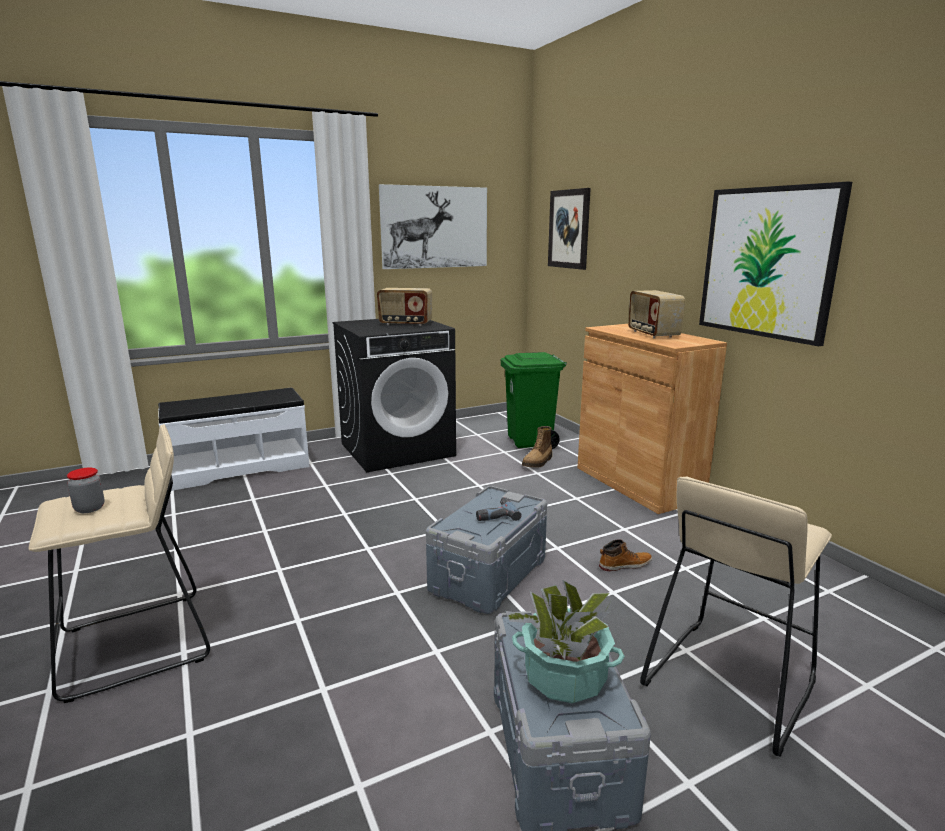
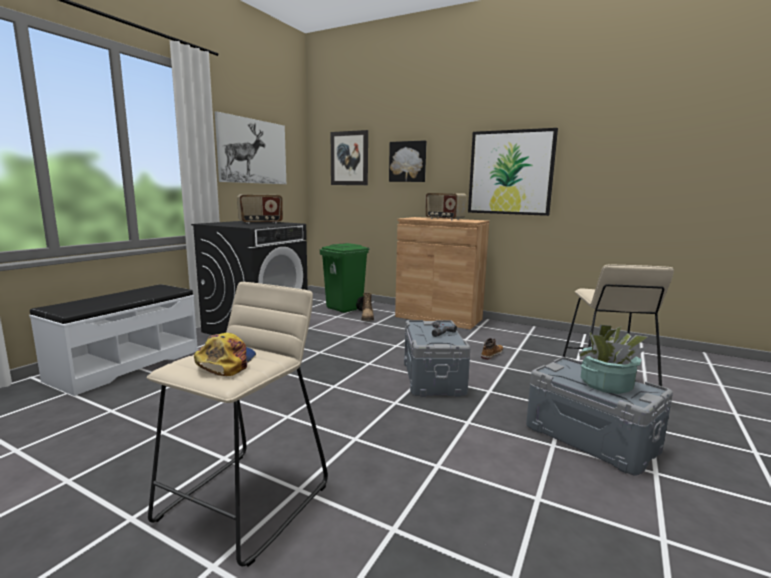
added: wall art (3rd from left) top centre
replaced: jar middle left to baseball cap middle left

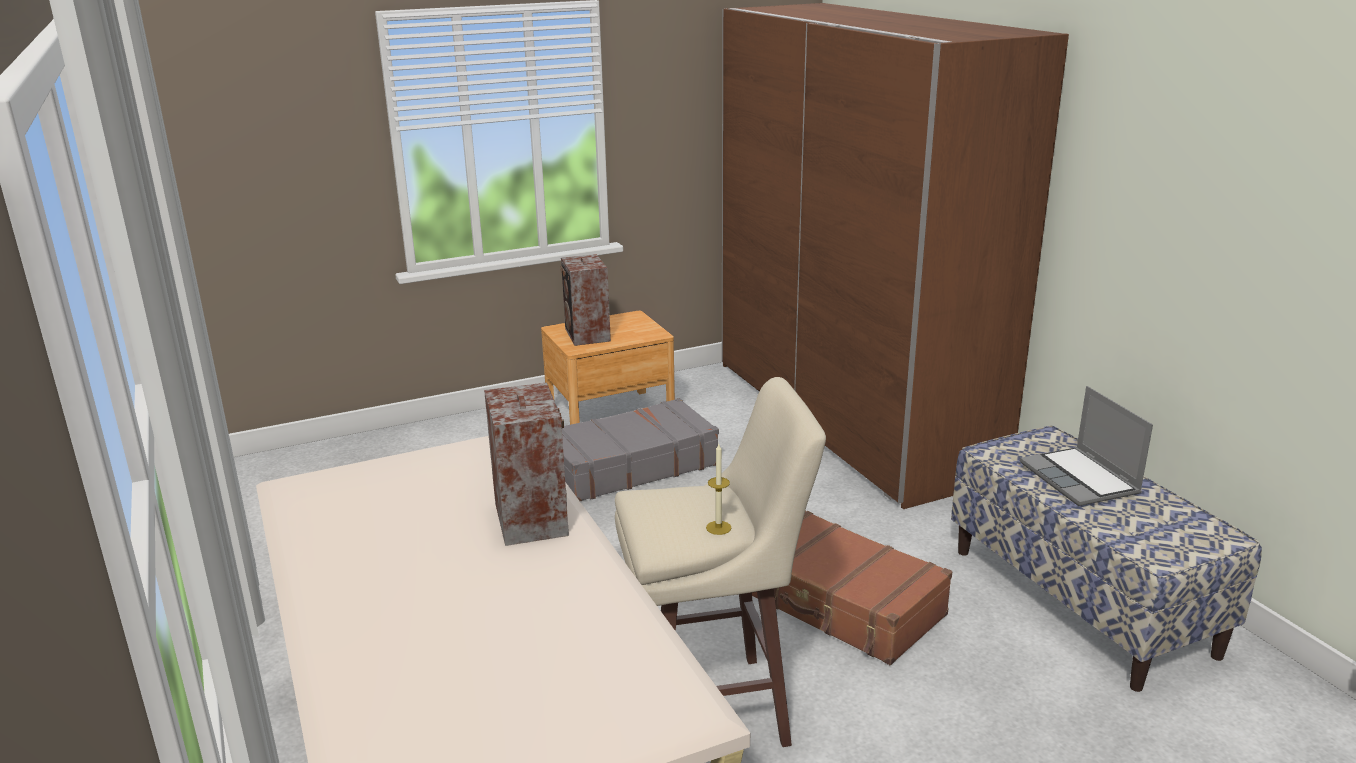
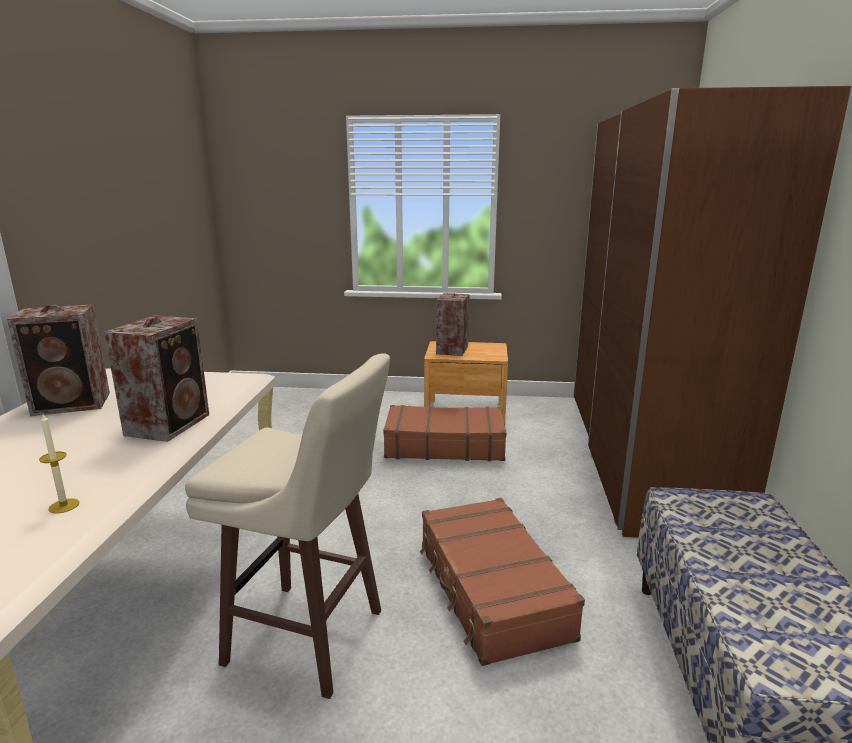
removed: portable computer middle right
added: speaker (1st from left) middle left
moved: candle centre to middle left
recoloured: travel case (grey) centre to travel case (brown-coloured) (1st from left) centre

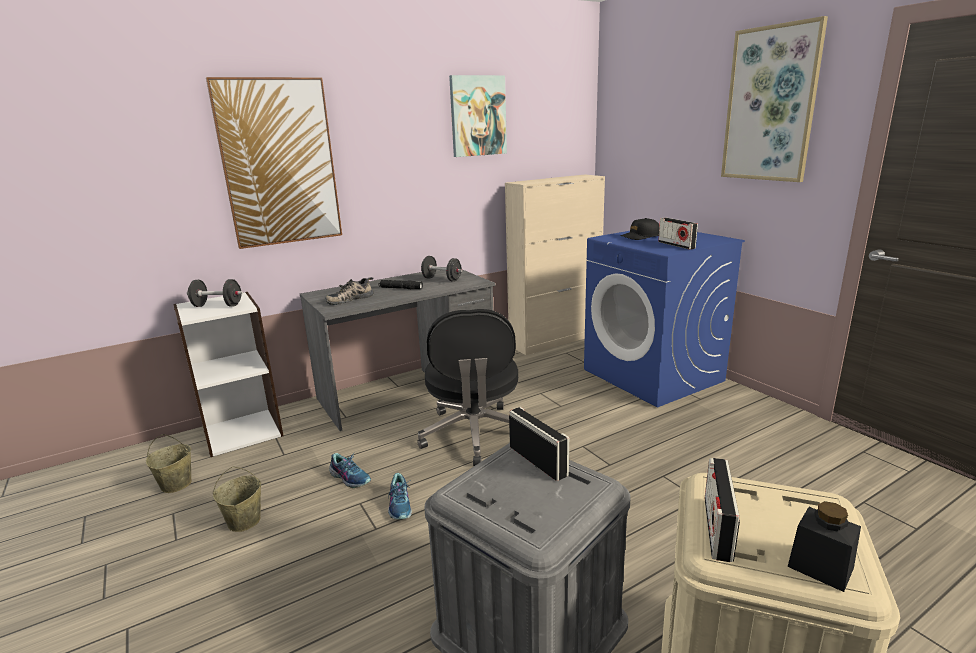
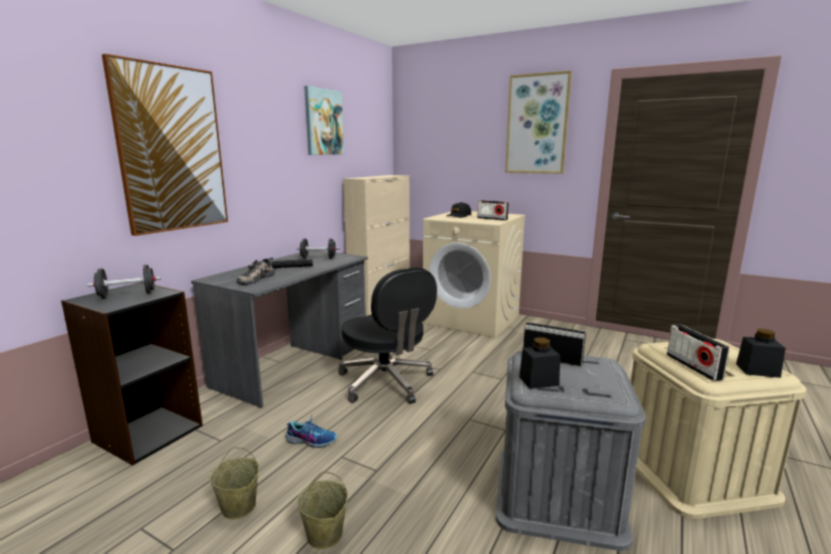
removed: shoe (3rd from left) bottom centre
added: jar (black-coloured) (1st from left) centre
moved: bucket (beige-coloured) (1st from left in the first image) bottom left to bucket (beige-coloured) (2nd from left) bottom centre
recoloured: washing machine (bluish) middle right to washing machine (beige-coloured) centre; shelving unit (whitish) middle left to shelving unit (black-coloured) bottom left

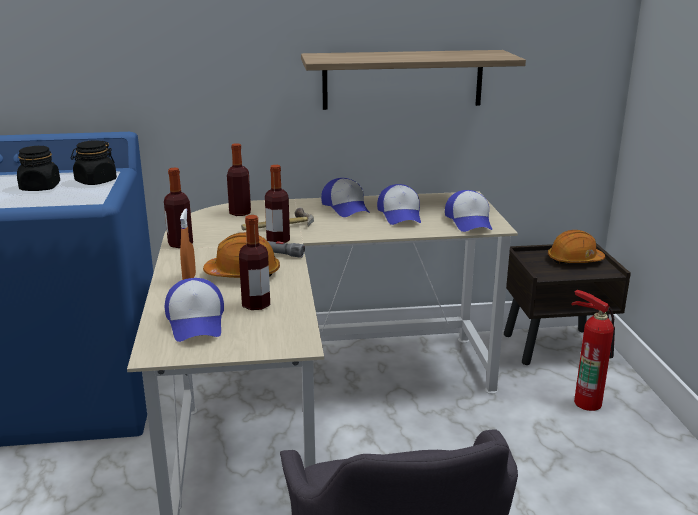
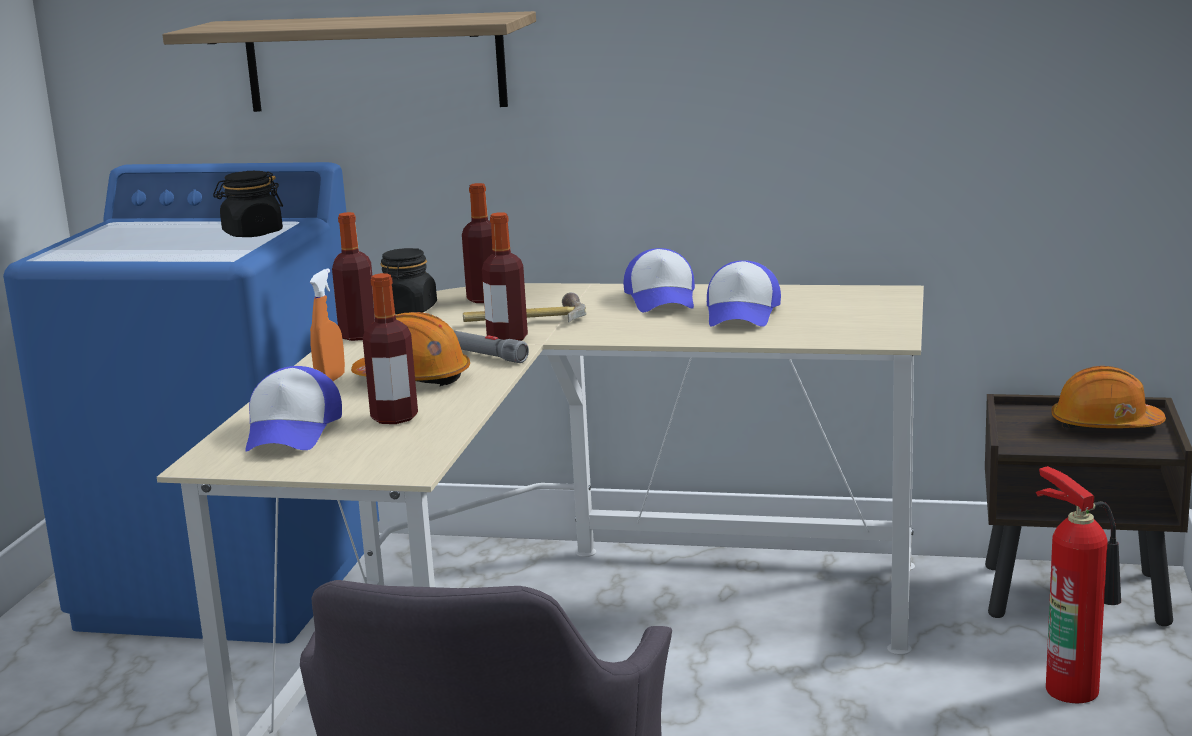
removed: baseball cap (4th from left) middle right
moved: shelf top centre to top left; jar (black-coloured) (1st from left in the first image) top left to jar (black-coloured) (2nd from left) centre

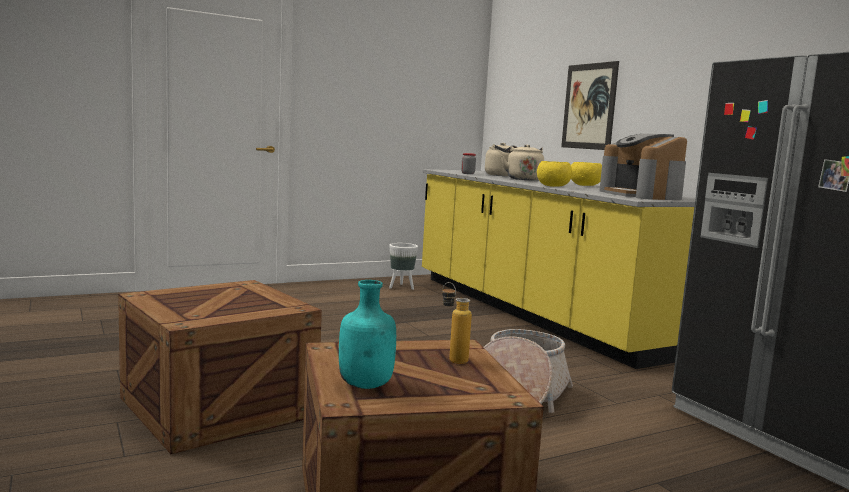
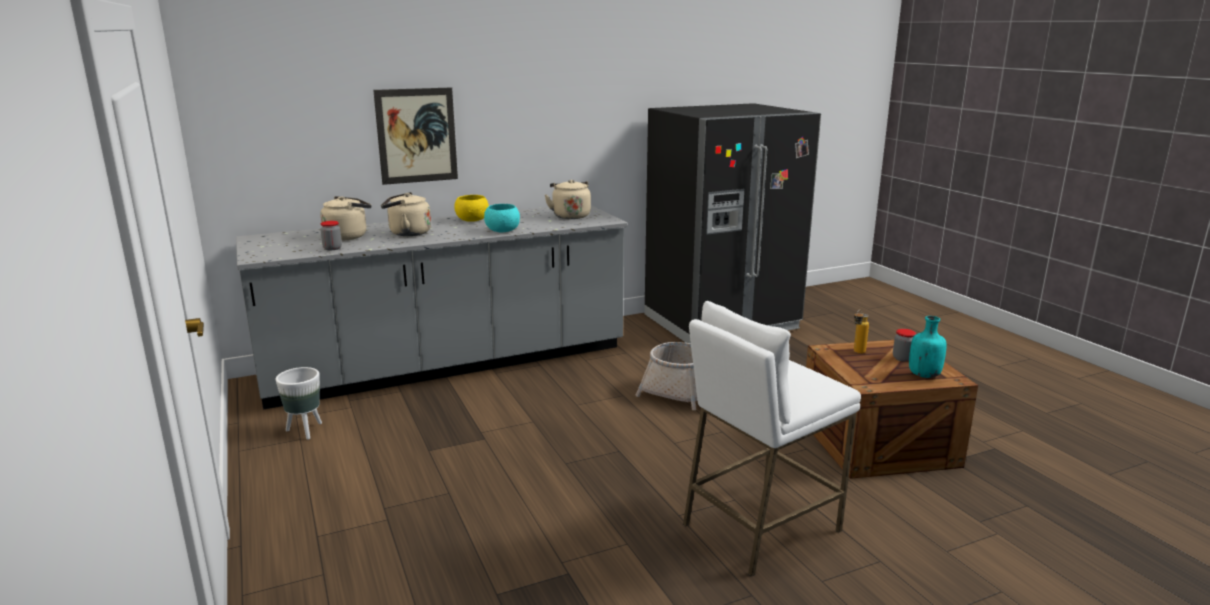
added: jar (2nd from left) middle right
replaced: coffee machine middle right to kettle (beige-coloured) (3rd from left) top centre; crate (1st from left) bottom left to sitting stool (whitish) bottom centre
recoloured: bowl (yellow) (1st from left) centre to bowl (turquoise) centre; kitchen base unit (yellow) centre to kitchen base unit (grey) centre

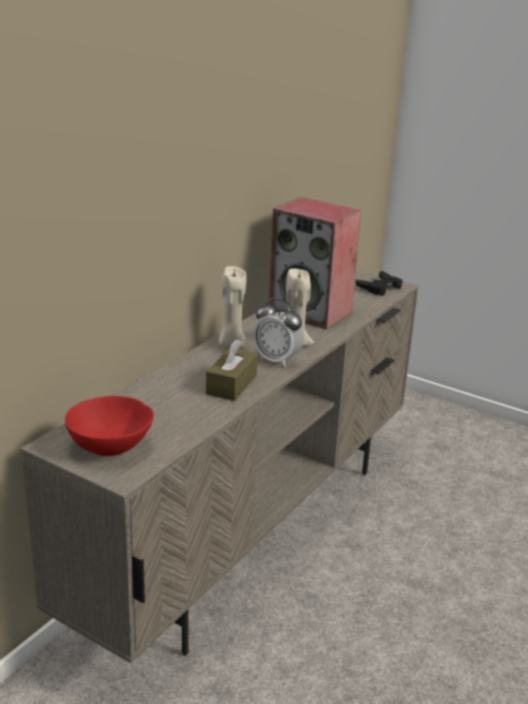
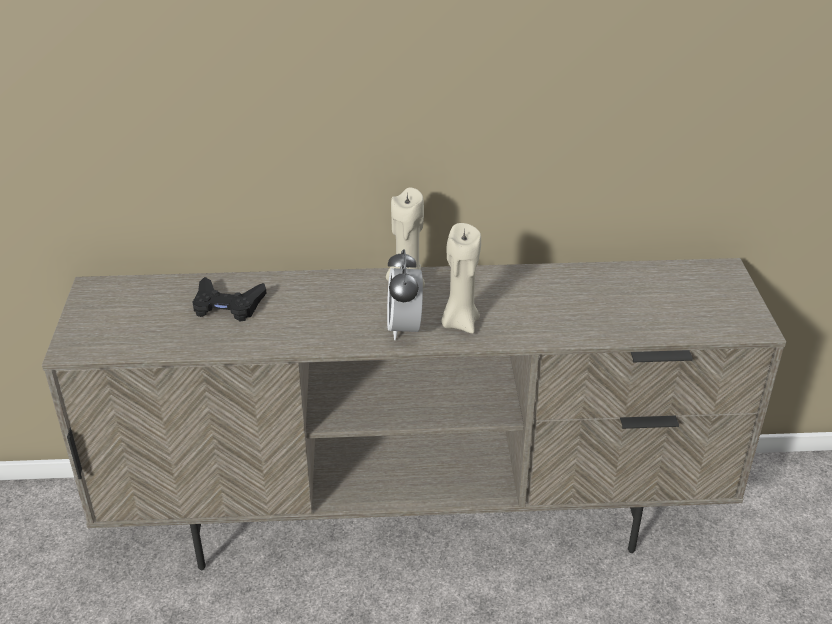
removed: speaker centre; tissue box (brown-coloured) centre; bowl (red-coloured) middle left
moved: game controller (black-coloured) middle right to middle left

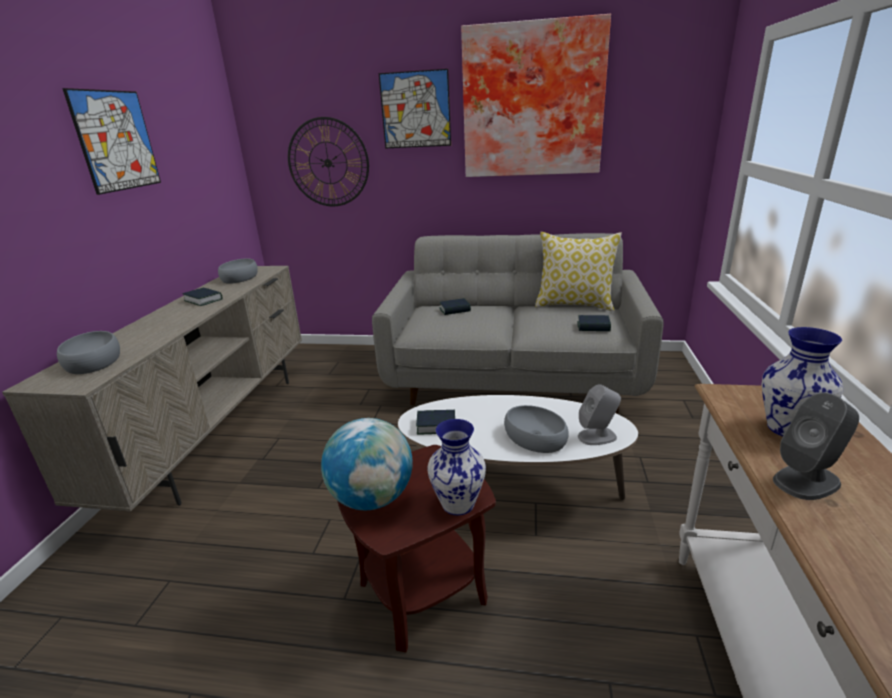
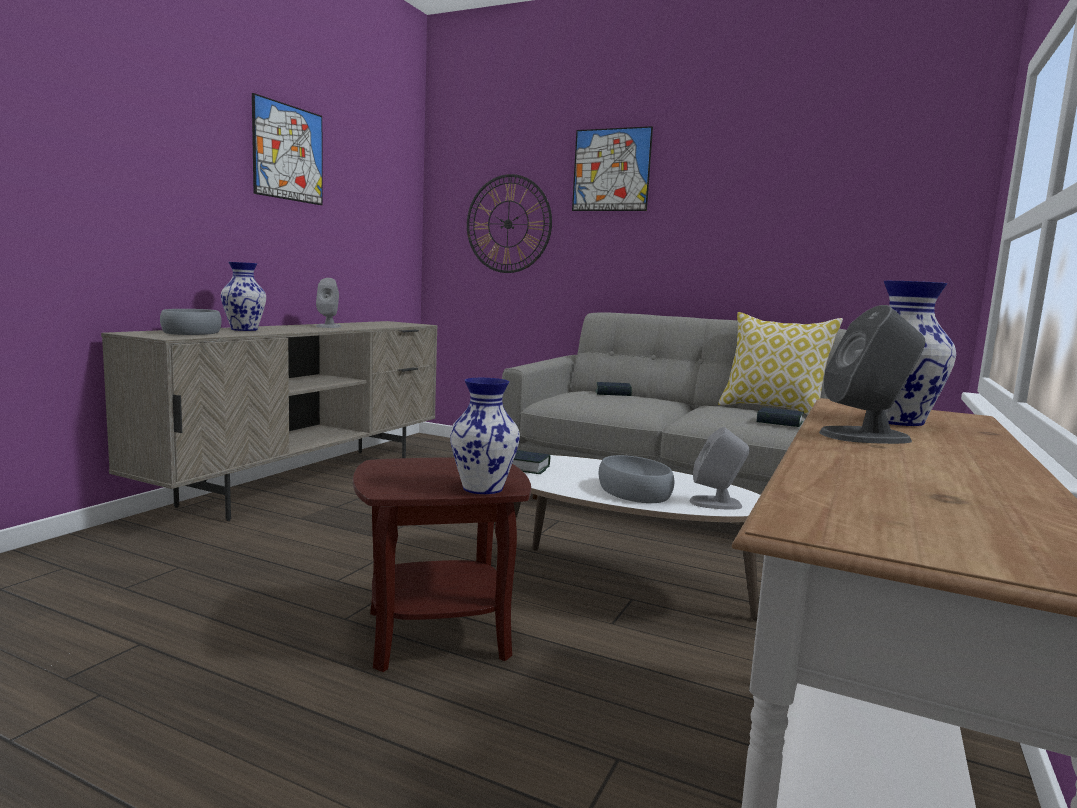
removed: wall art (3rd from left) top centre; bowl (grey) (2nd from left) middle left; desk globe centre
added: flower vase (1st from left) middle left
replaced: bound book (1st from left) middle left to speaker (grey) (1st from left) middle left

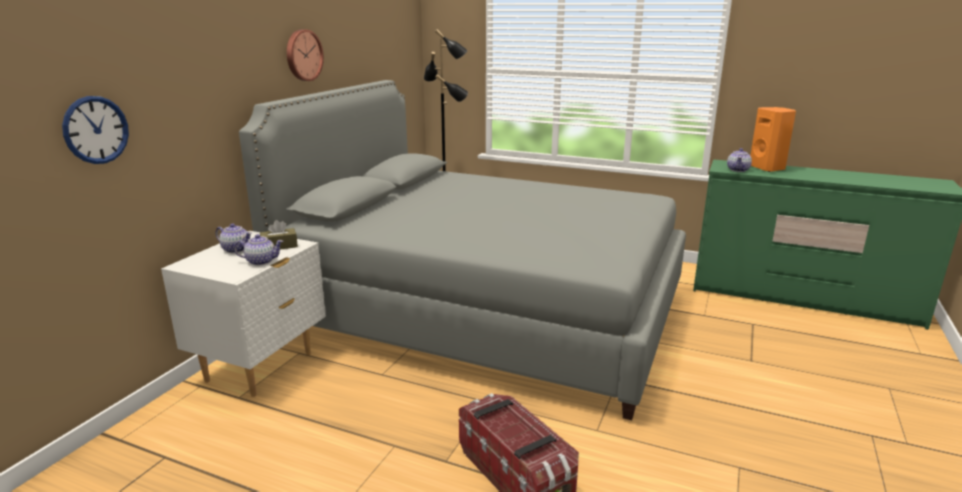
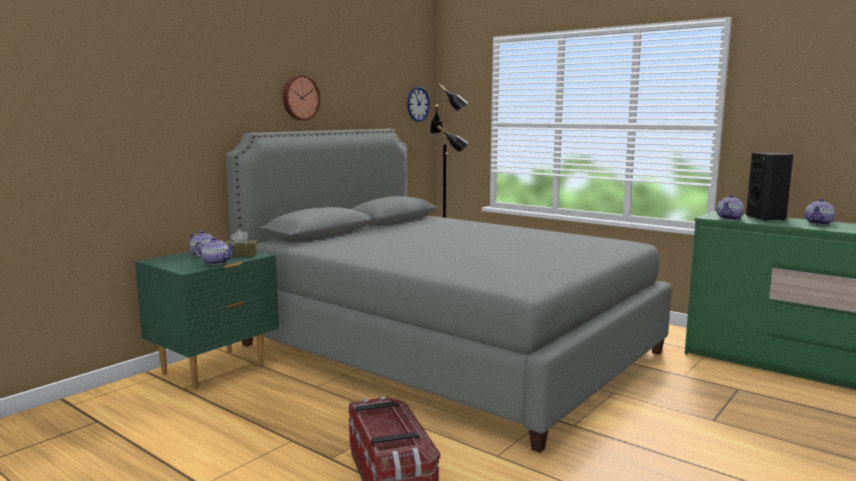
added: tea pot (4th from left) middle right
moved: hanging clock (1st from left in the first image) top left to hanging clock (2nd from left) top centre
recoloured: speaker (orangey) top right to speaker (black-coloured) middle right; nightstand (whitish) middle left to nightstand (green-coloured) middle left

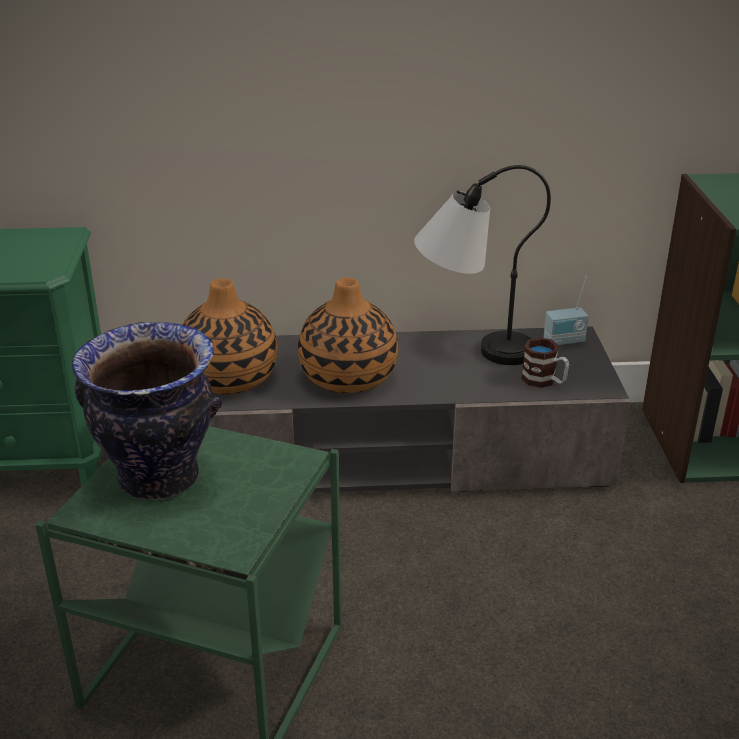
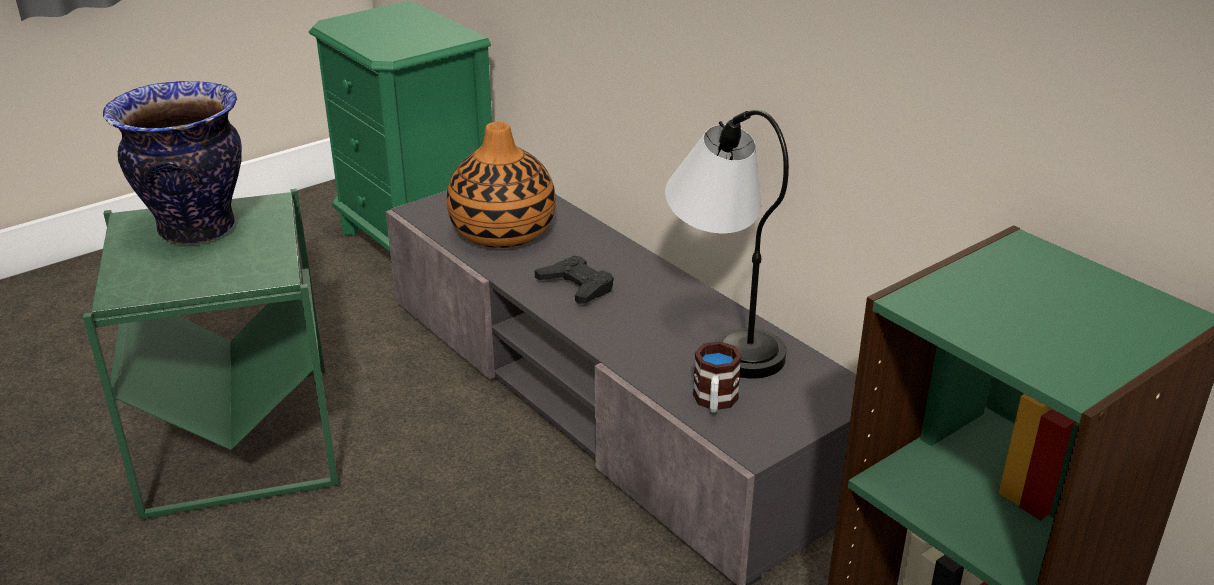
removed: radio set middle right
replaced: flower vase (3rd from left) centre to game controller (black-coloured) centre

